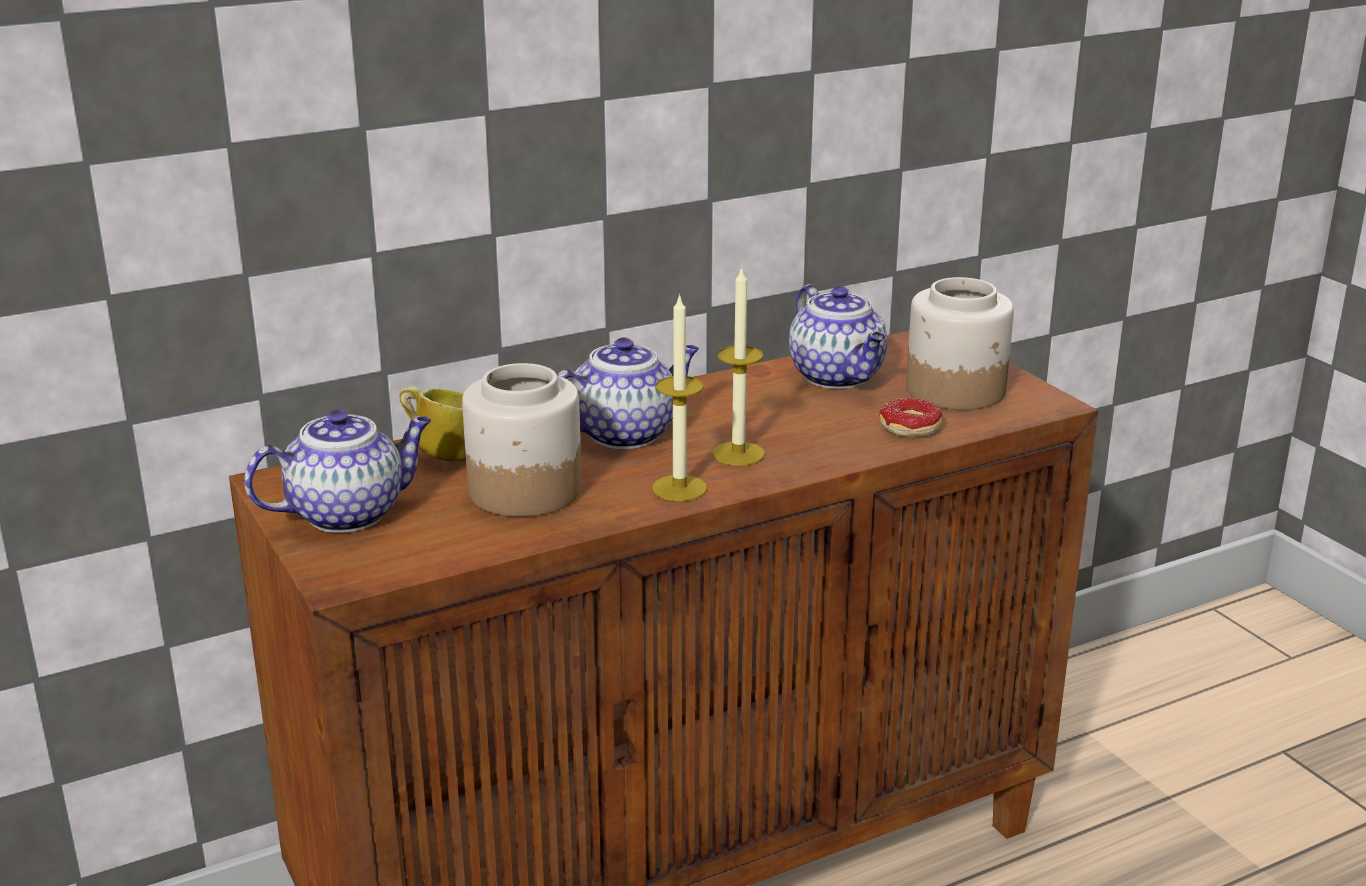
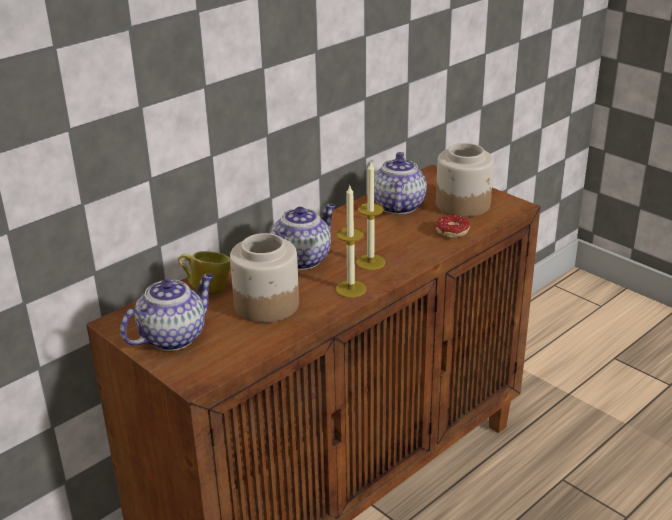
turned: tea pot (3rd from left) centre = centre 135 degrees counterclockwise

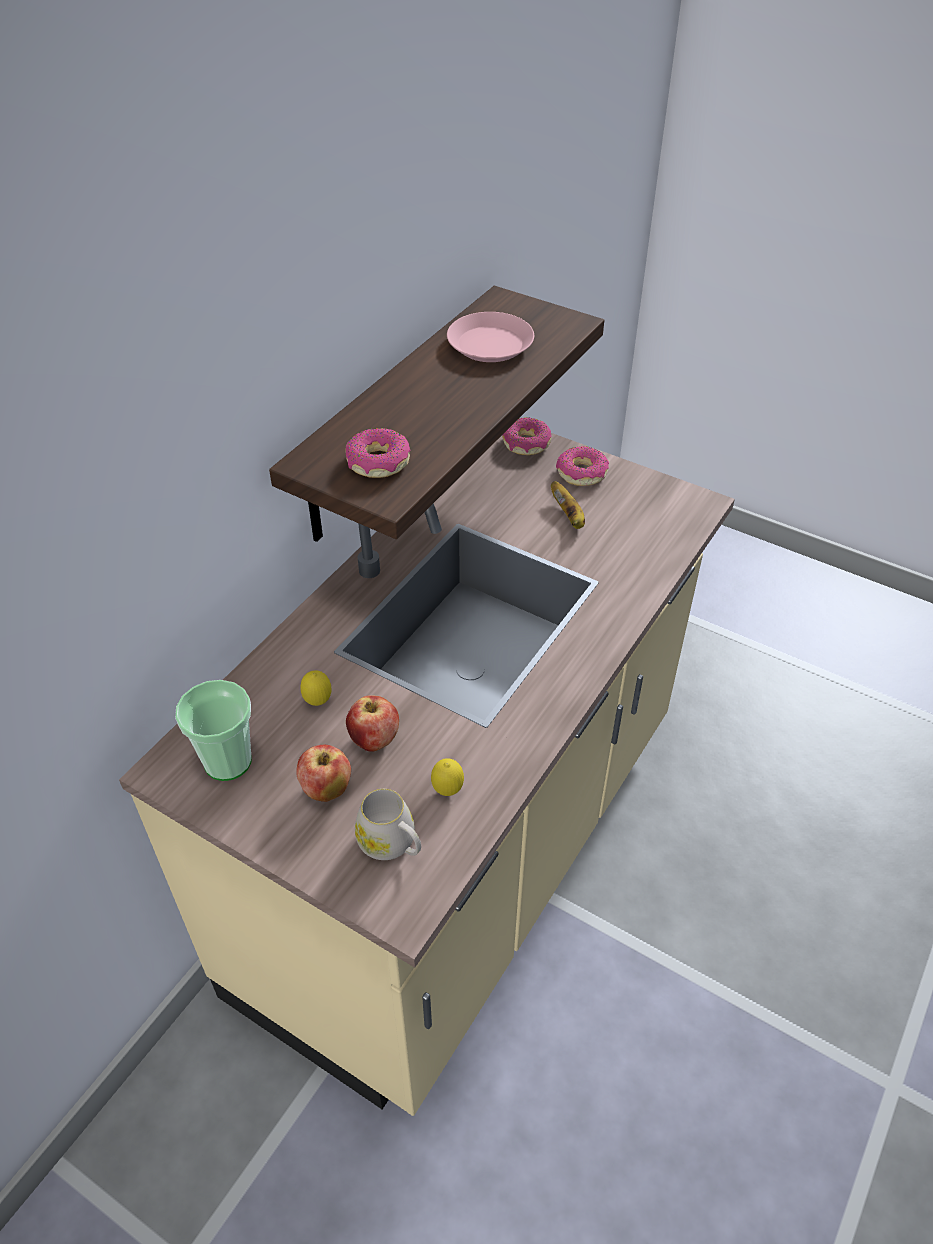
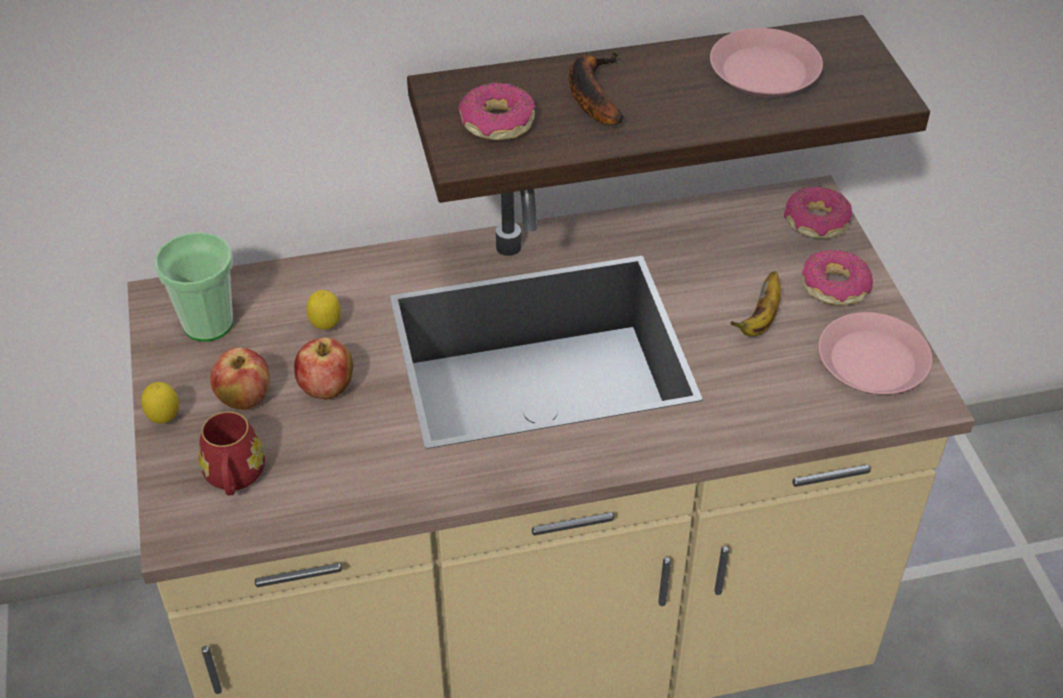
added: banana fruit (1st from left) top centre; flat dish (pink) (2nd from left) middle right
moved: lemon (2nd from left in the first image) centre to lemon (1st from left) middle left
recoloured: tea mug (whitish) centre to tea mug (red-coloured) middle left

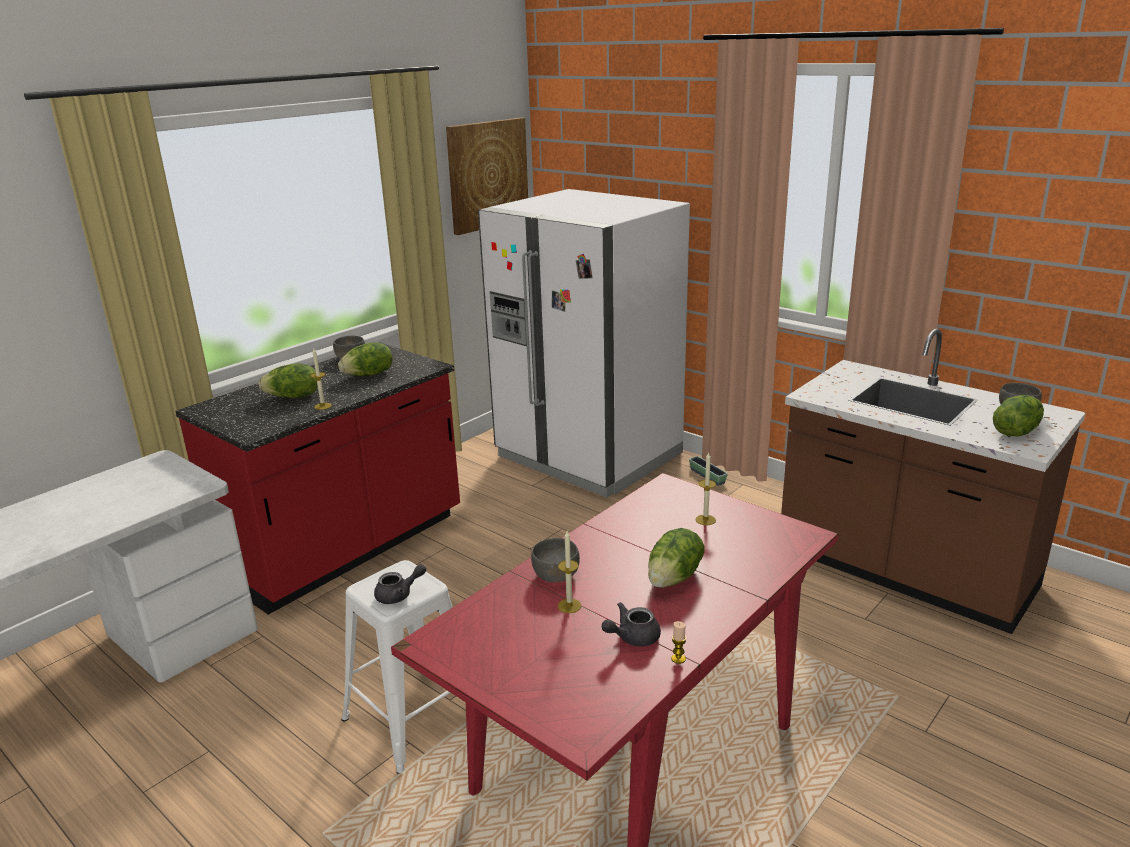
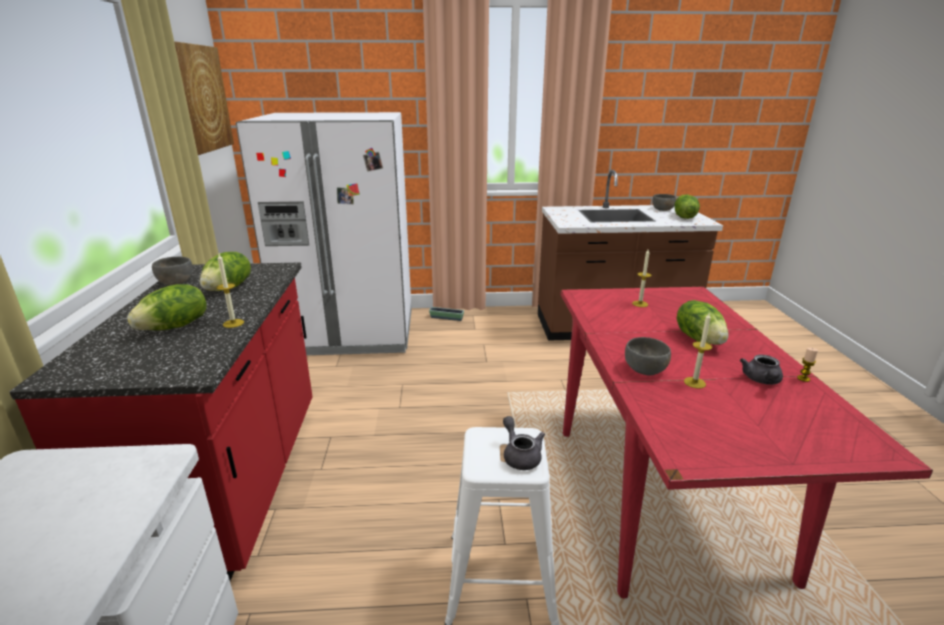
turned: tea pot (grey) (1st from left) bottom centre = bottom centre 45 degrees counterclockwise

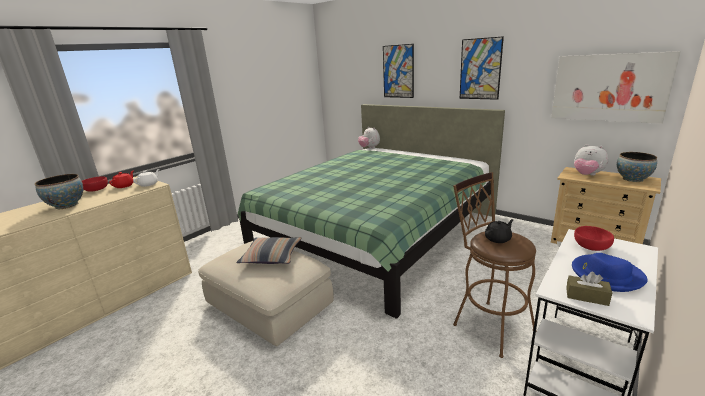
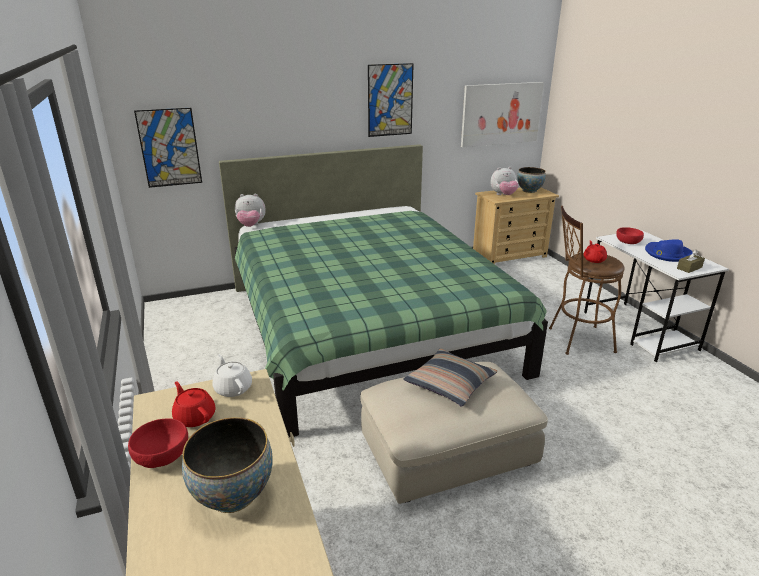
moved: wall art (1st from left) top centre to top left
recoloured: tea pot (black-coloured) middle right to tea pot (red-coloured) (2nd from left) middle right

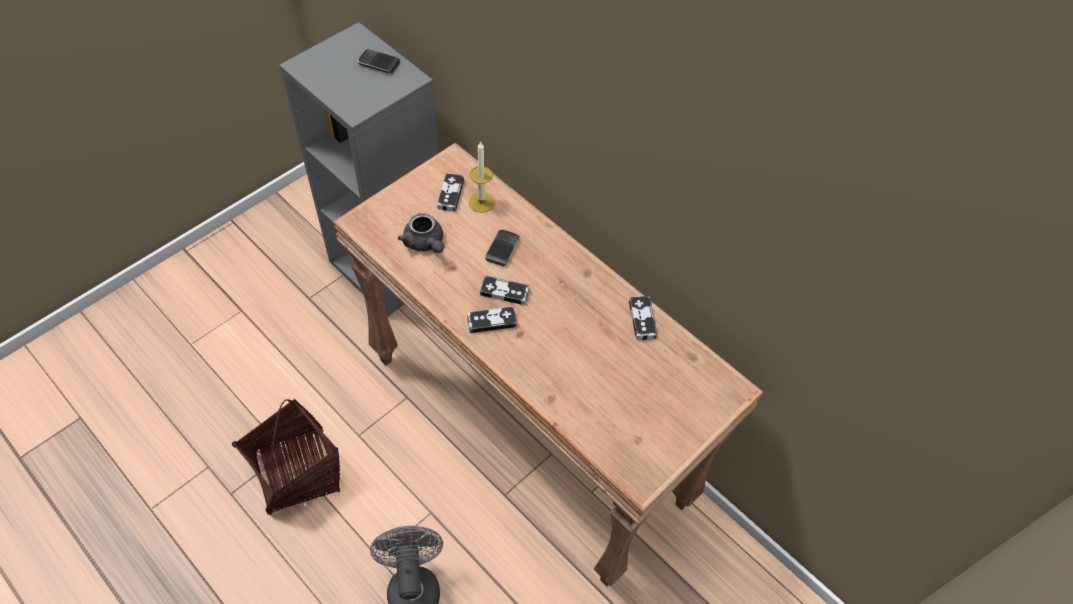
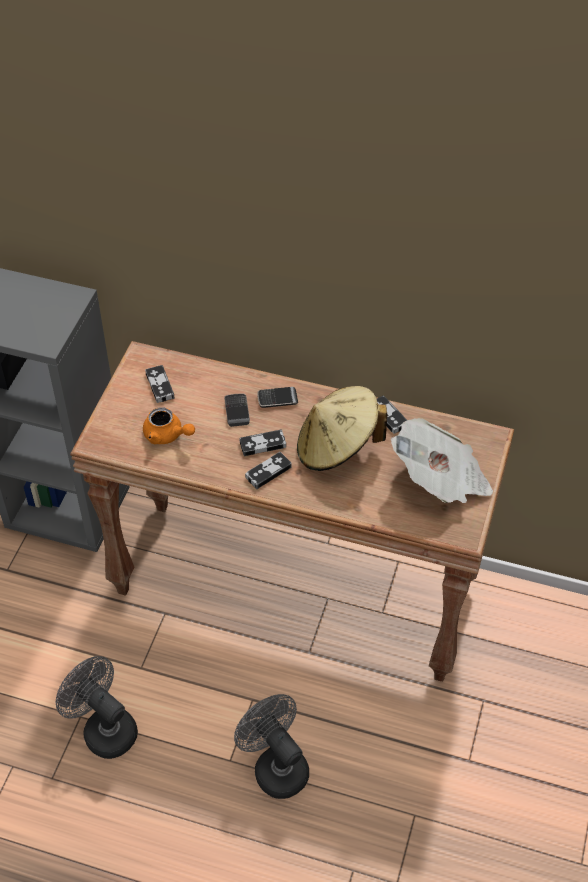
removed: candle top centre
added: wearable hat (beige-coloured) centre; printed paper middle right
moved: phone (1st from left in the first image) top centre to phone (2nd from left) centre
replaced: storage basket bottom left to fan (grey) (1st from left) bottom left
recoloured: tea pot (grey) centre to tea pot (orangey) middle left

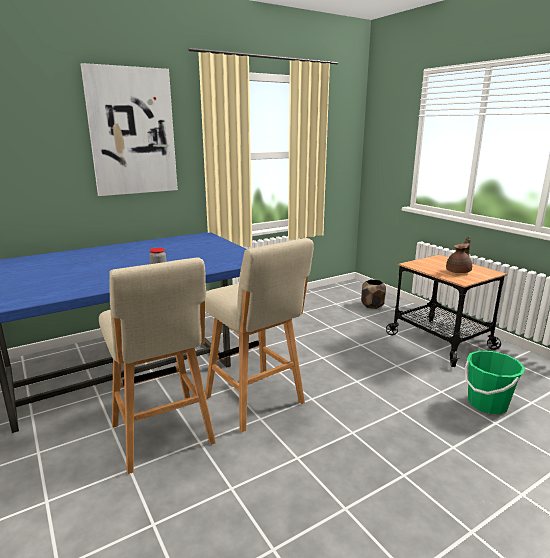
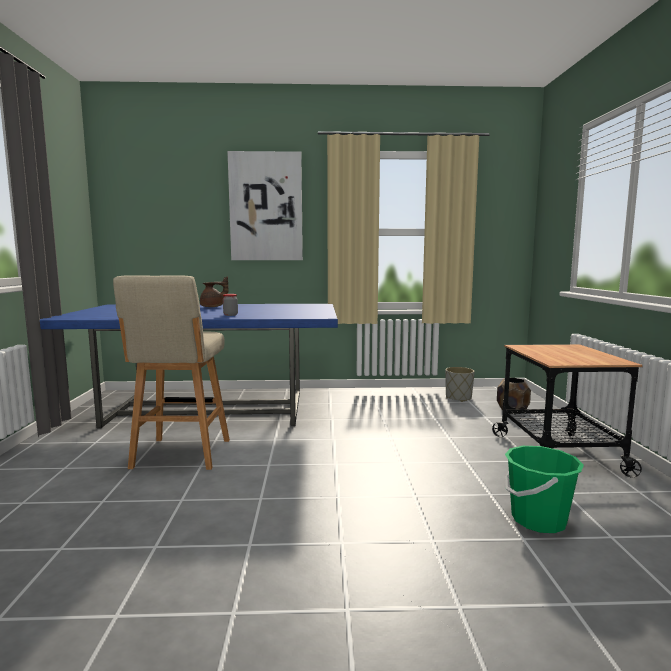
removed: sitting stool (beige-coloured) (2nd from left) centre
added: flower pot (grey) middle right
moved: tea pot (brown-coloured) middle right to middle left

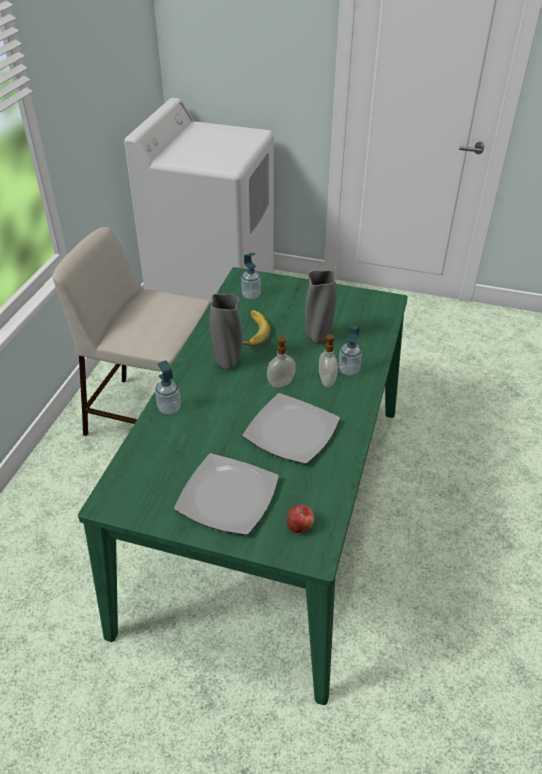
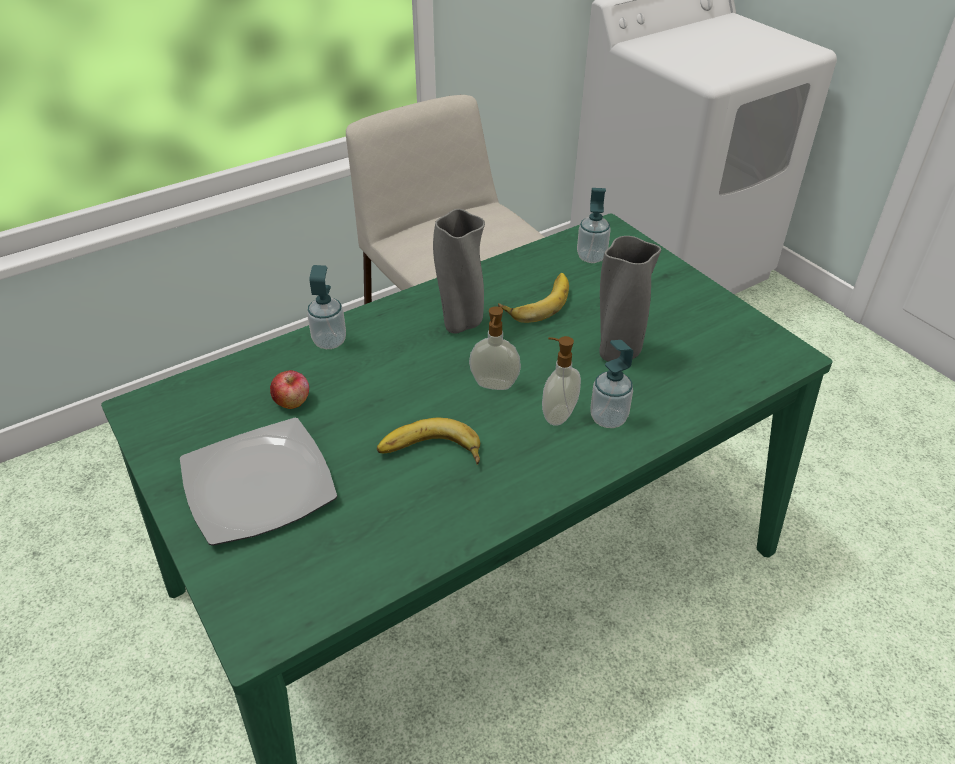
moved: whole apple bottom centre to middle left
replaced: flat dish (2nd from left) centre to banana fruit (1st from left) centre

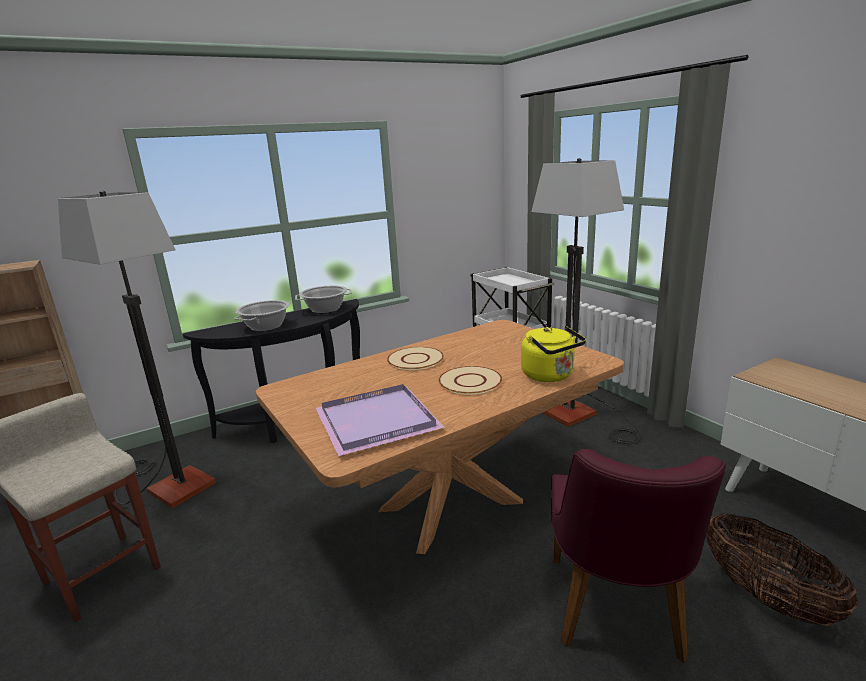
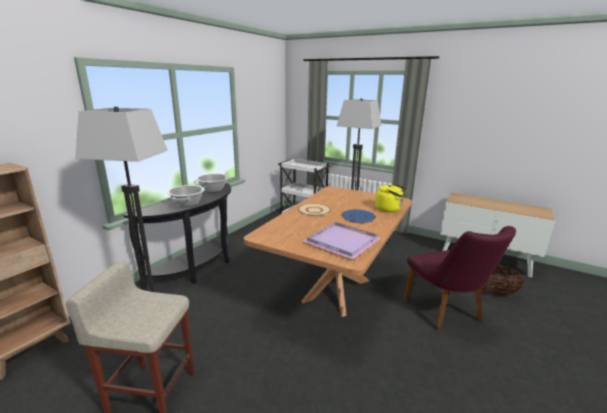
recoloured: flat dish (beige-coloured) (2nd from left) centre to flat dish (bluish) centre

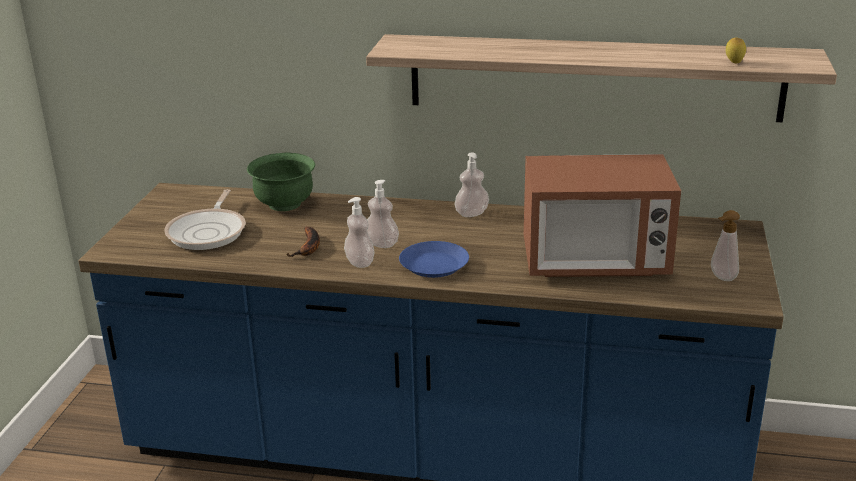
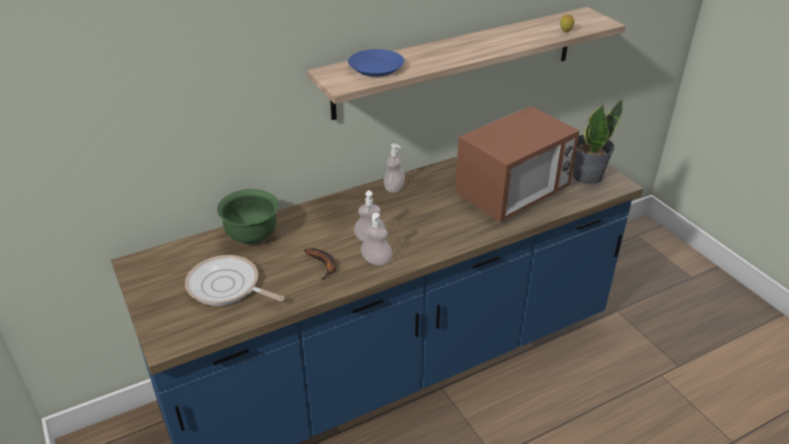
moved: flat dish (bluish) centre to top centre
replaced: soap bottle (4th from left) middle right to plant in a pot top right
turned: frying pan middle left = middle left 150 degrees clockwise

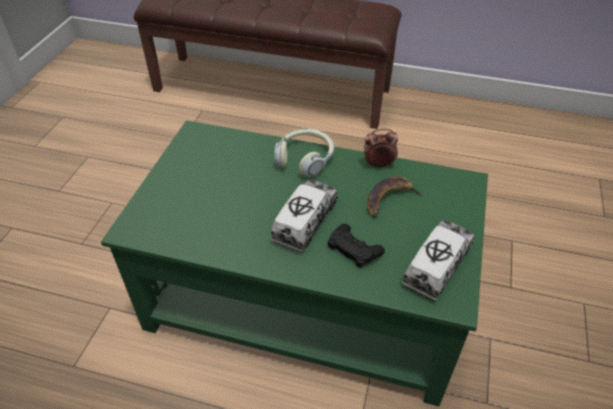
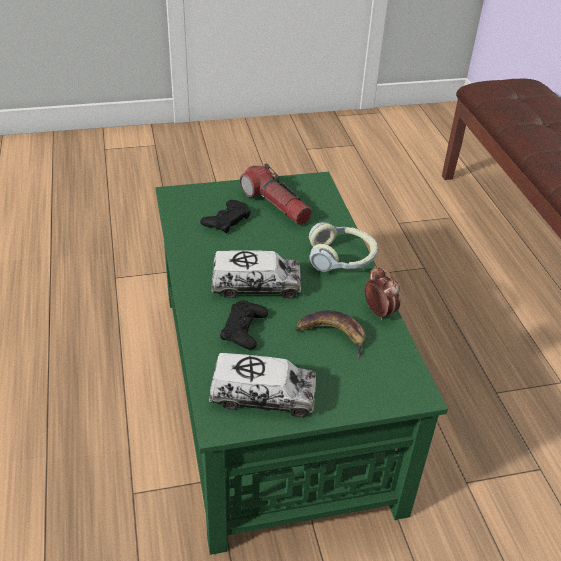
added: flashlight centre; game controller (black-coloured) (1st from left) centre

